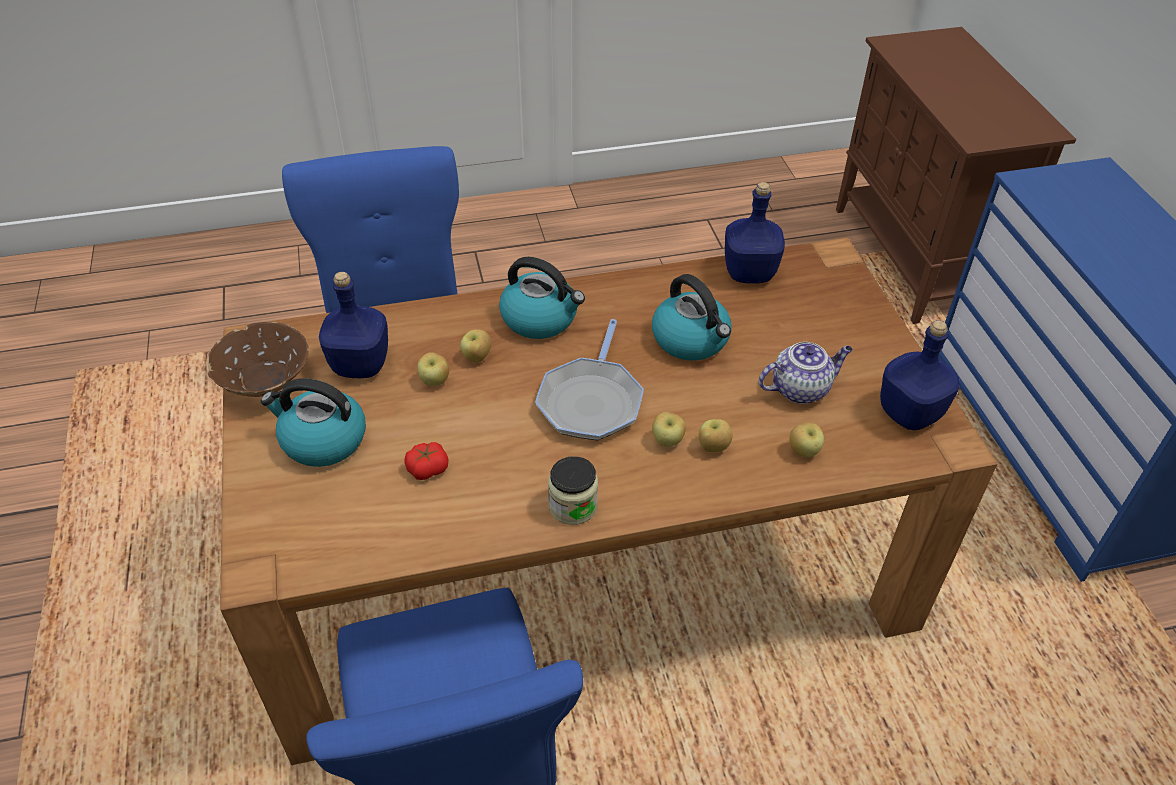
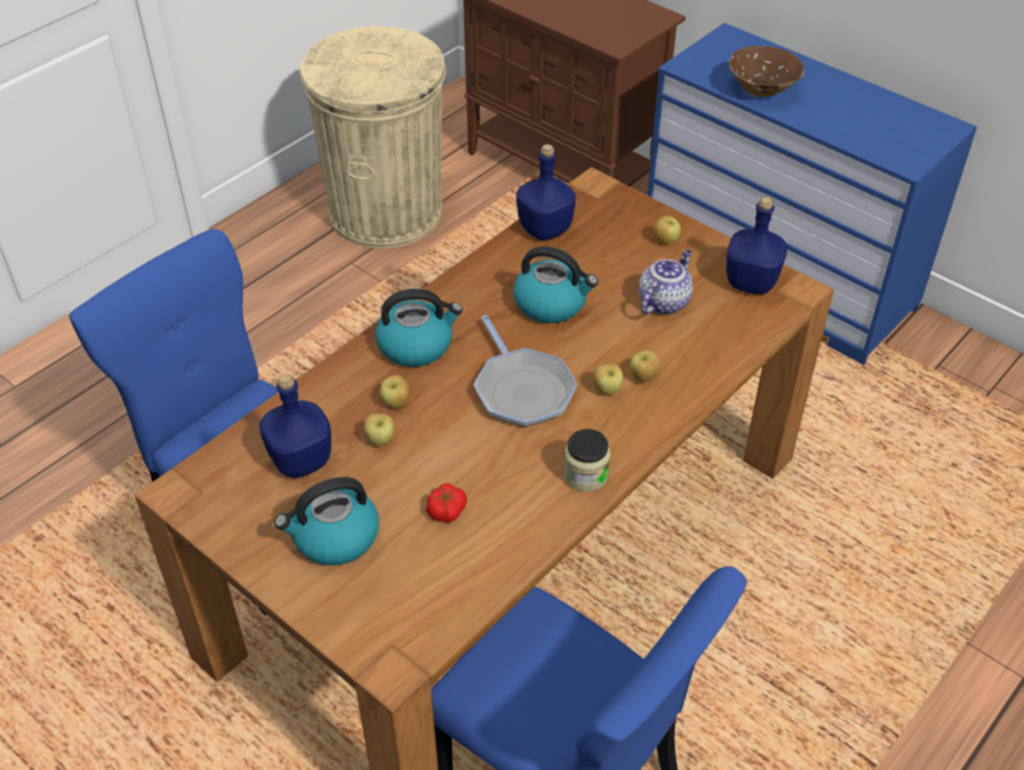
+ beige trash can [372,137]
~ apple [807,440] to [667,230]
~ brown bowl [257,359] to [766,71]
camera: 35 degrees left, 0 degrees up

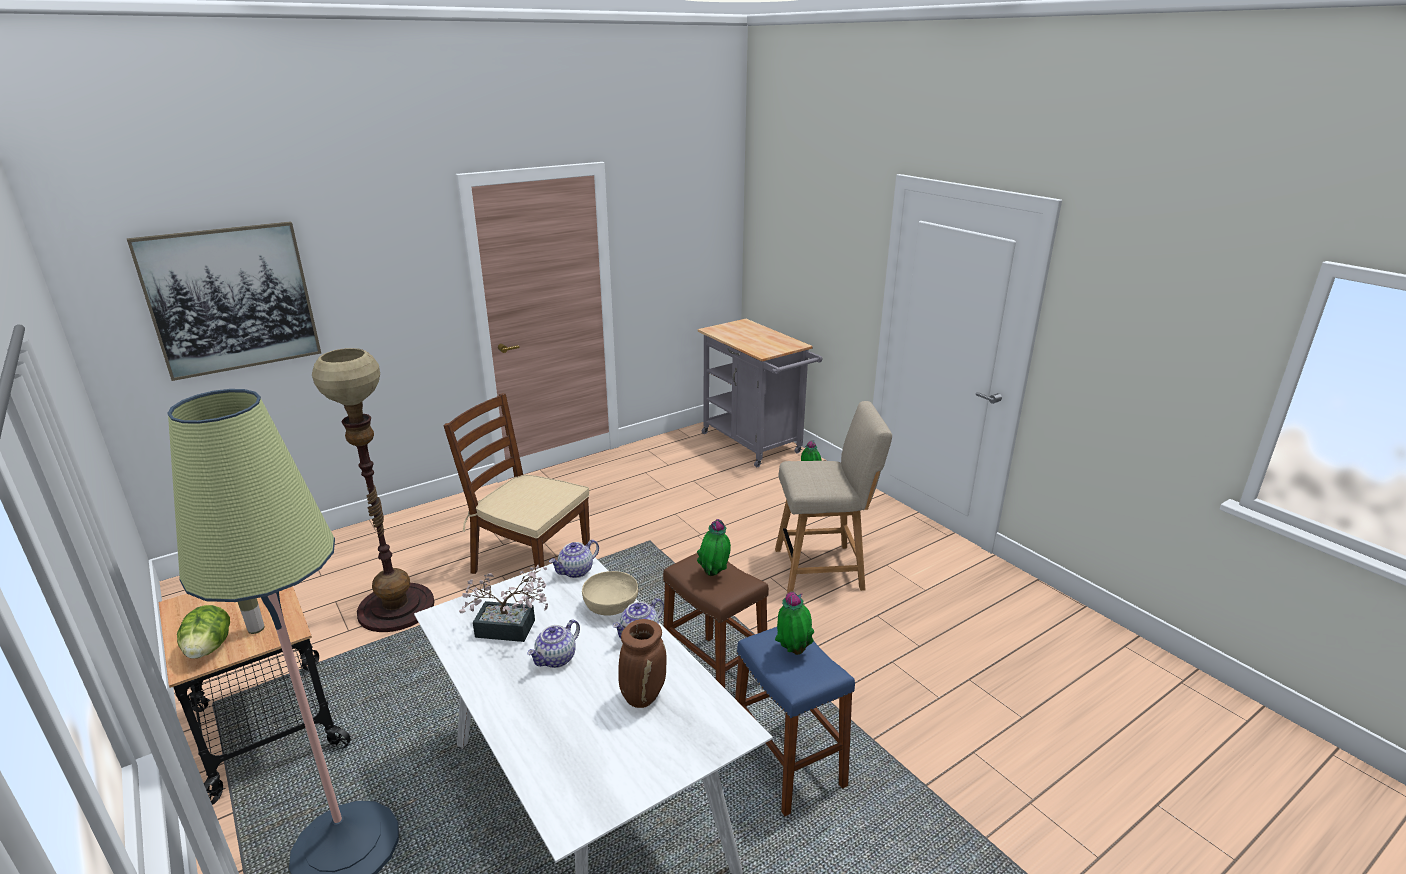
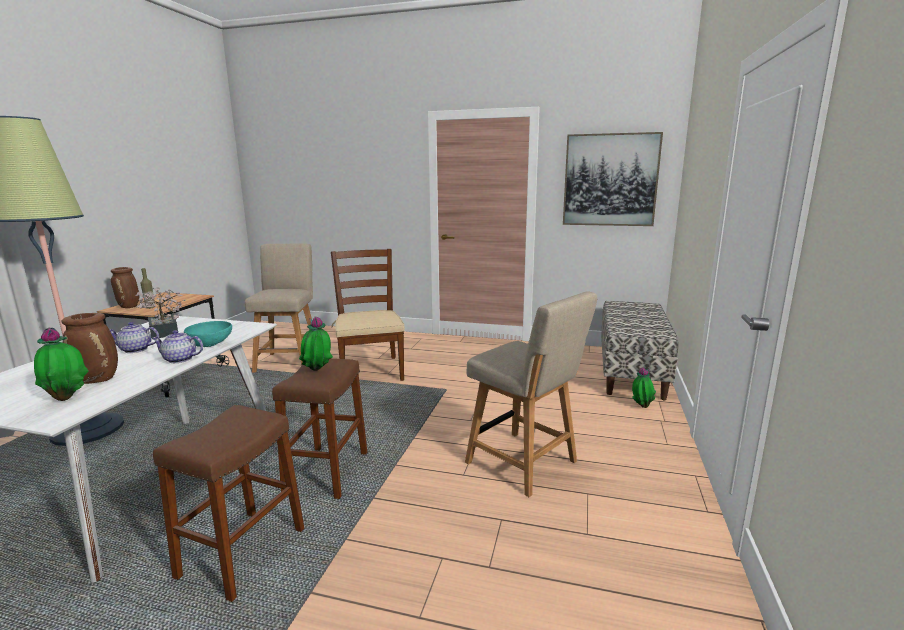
~ potted plant [794,623] to [61,364]
~ lettuce [203,632] to brown vase [125,287]
~ blue stool [795,721] to brown stool [229,503]
~ beige bowl [610,593] to turquoise bowl [208,334]
~ floor lamp [373,490] to beige chair [279,307]
~ picture [224,301] to [613,179]
~ grey cart [760,393] to bench [640,350]
- teapot [574,559]
camera: 50 degrees right, 10 degrees down

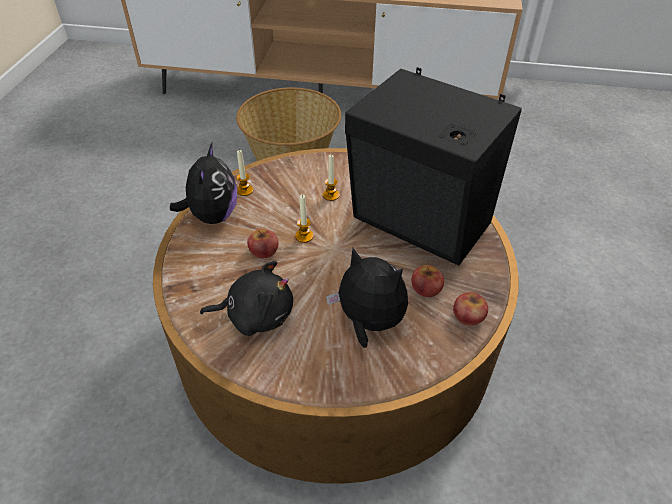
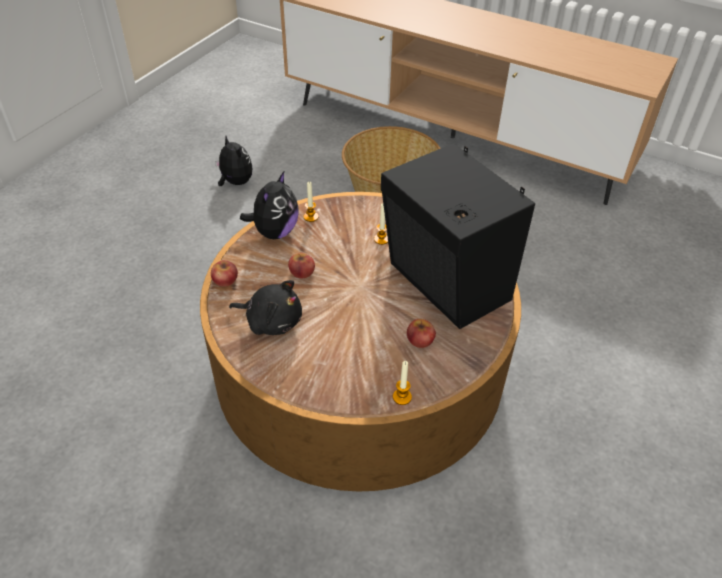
~ apple [470,309] to [224,273]
~ plush toy [367,298] to [233,161]
~ candle [304,218] to [402,383]
camera: 20 degrees right, 0 degrees up

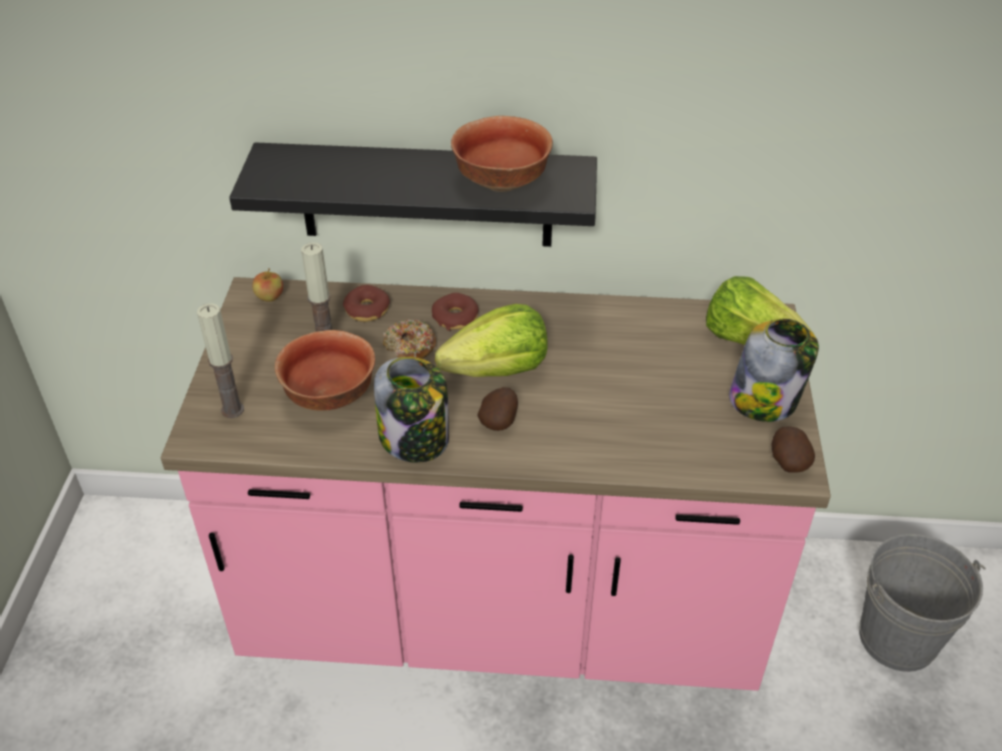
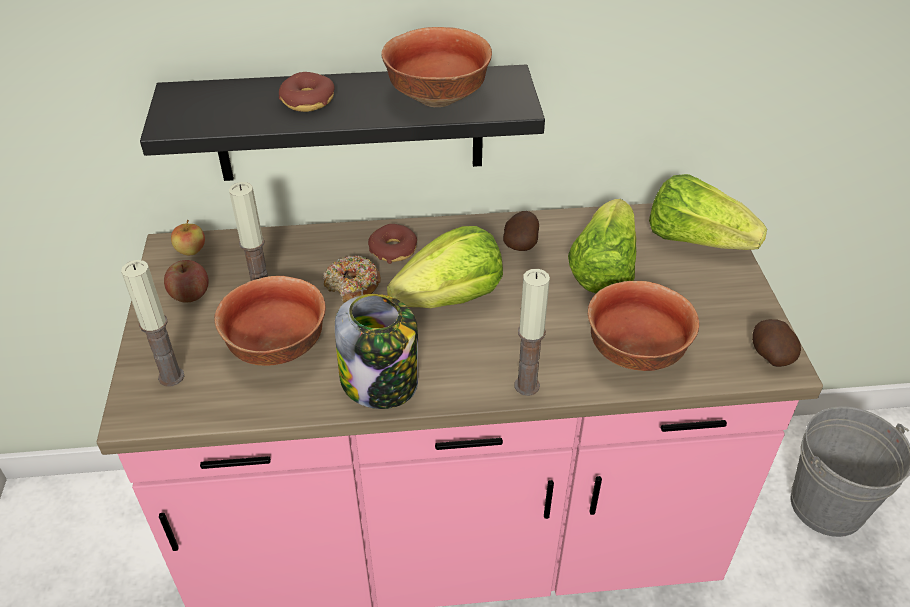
+ apple [186,281]
~ donut [366,303] to [306,92]
~ potato [498,409] to [521,231]
+ candle [532,332]
+ lettuce [602,246]
+ bowl [643,326]
- jar [774,370]
camera: 10 degrees left, 0 degrees up

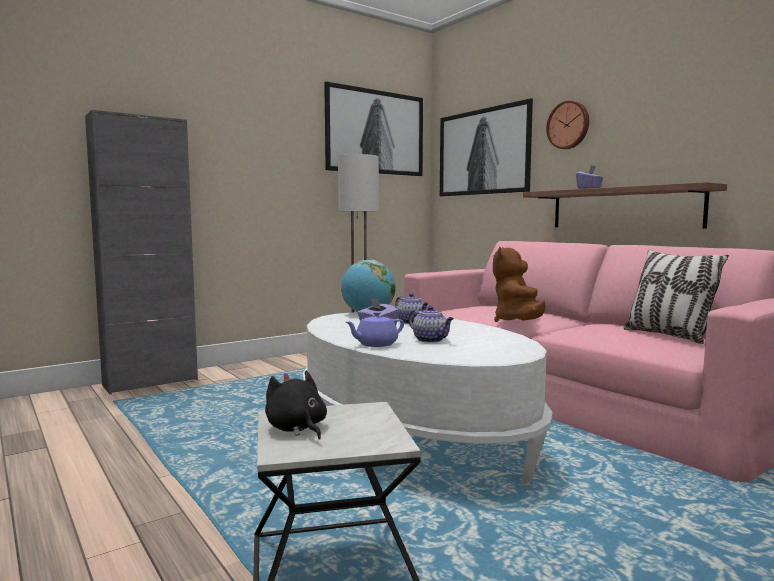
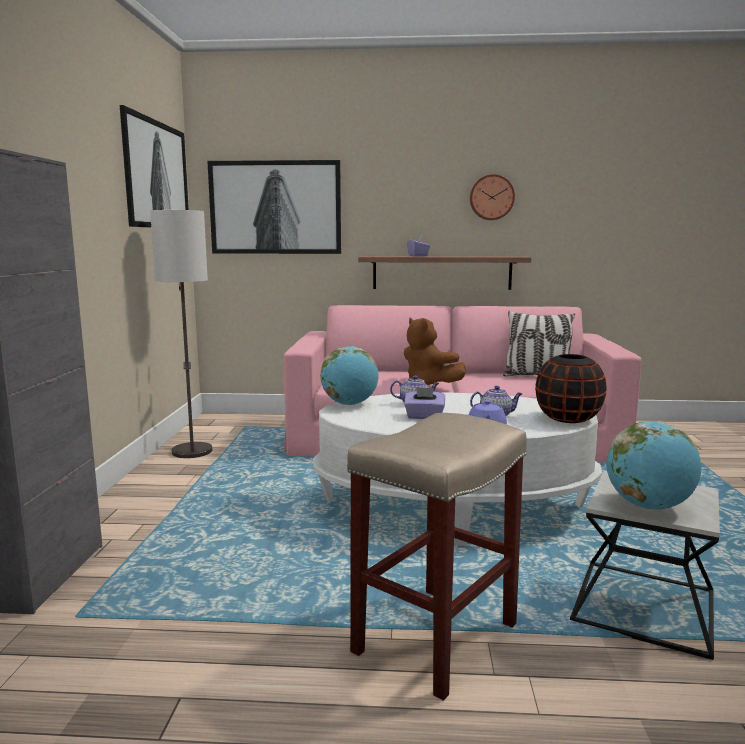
+ beige stool [437,557]
~ wall clock [567,125] to [492,197]
+ black vase [571,388]
~ black plush toy [296,405] to globe [654,465]
camera: 50 degrees left, 5 degrees up

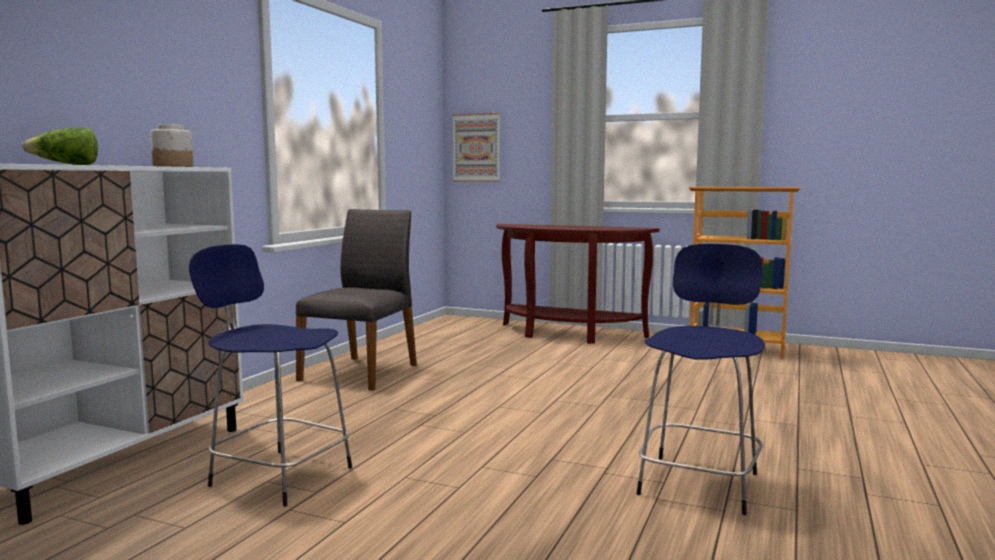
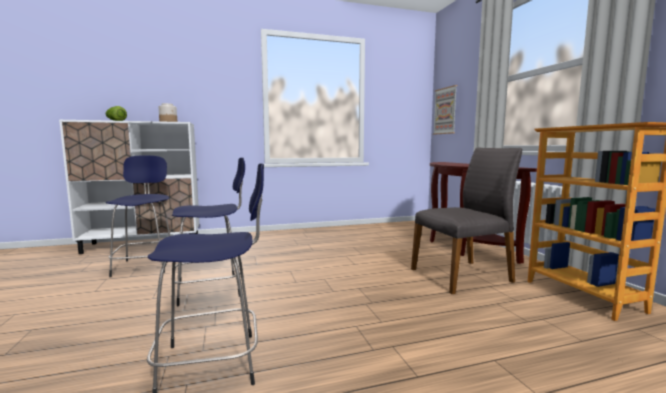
+ blue stool [208,232]
~ grey chair [356,300] to [466,221]
camera: 50 degrees right, 0 degrees up

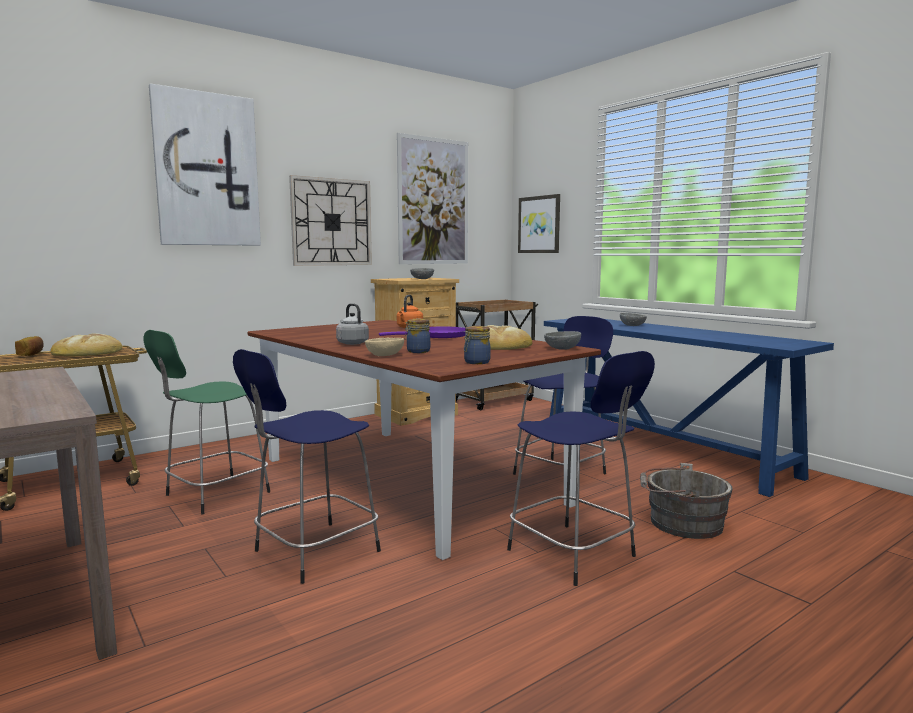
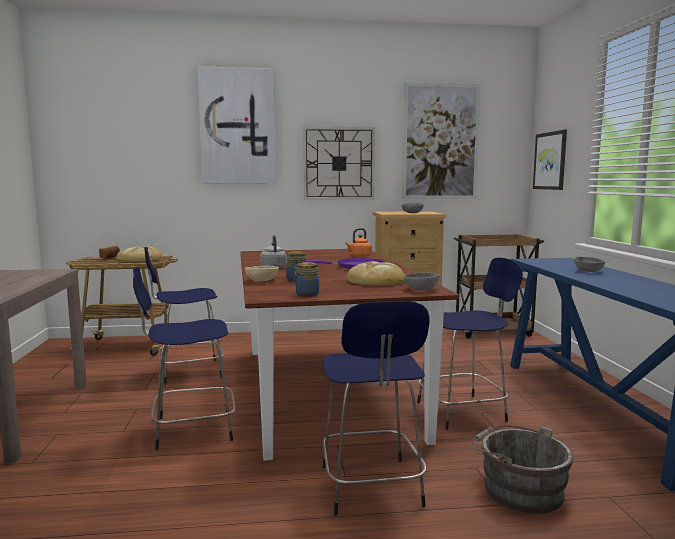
~ green stool [207,422] to blue stool [184,316]
camera: 30 degrees right, 0 degrees up

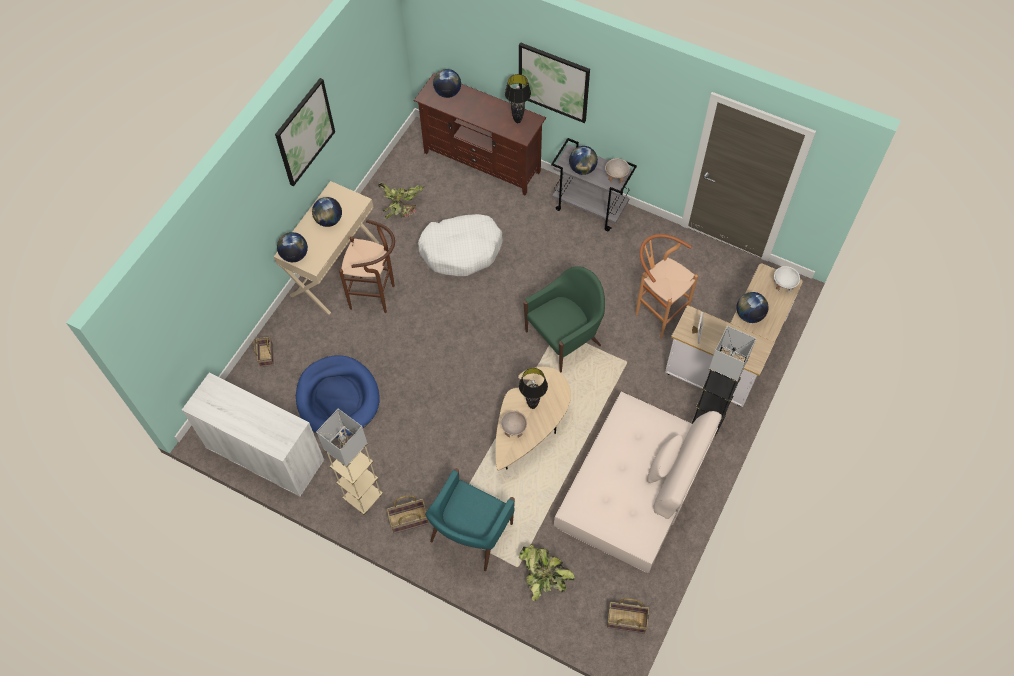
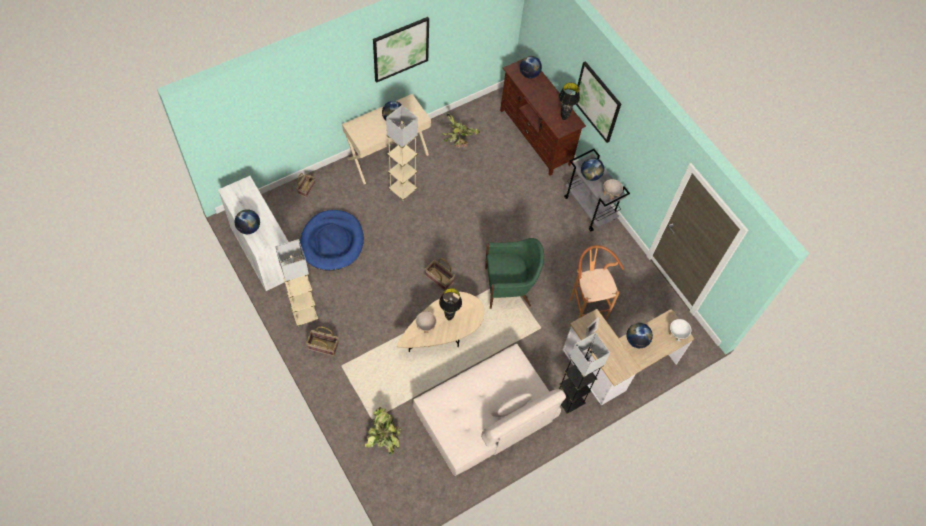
~ globe [292,247] to [247,221]
~ brown stool [367,266] to beige floor lamp [402,152]
~ basket [628,616] to [440,274]
- white dog bed [460,245]
- turquoise armchair [470,519]
camera: 25 degrees right, 0 degrees up

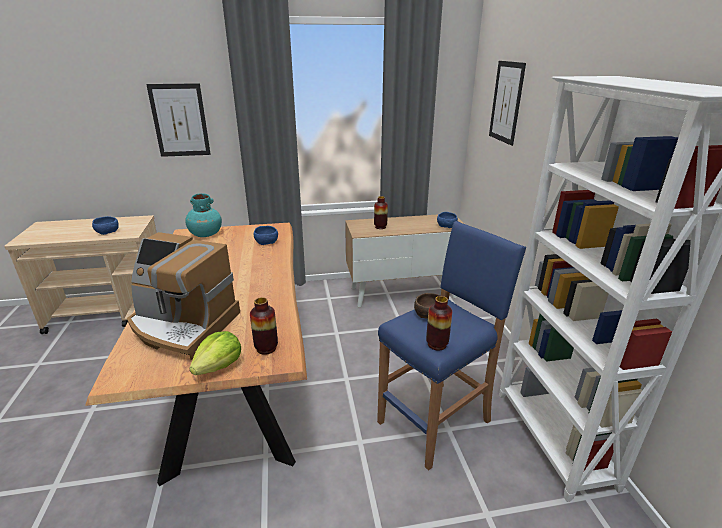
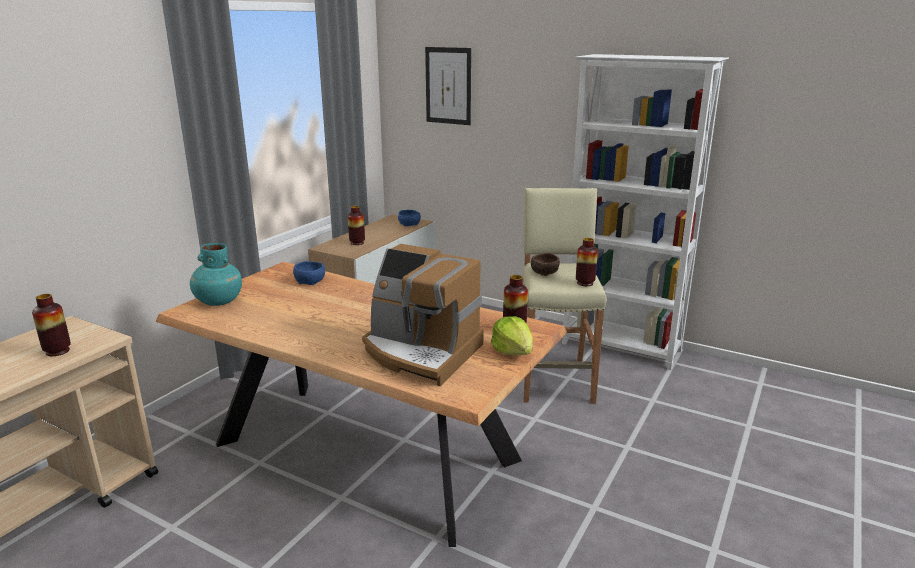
~ blue bowl [105,225] to vase [51,325]
~ coffee machine [183,296] = [423,315] 60 degrees clockwise
~ blue stool [451,346] to beige stool [565,296]
- picture [178,120]
camera: 50 degrees left, 5 degrees down

